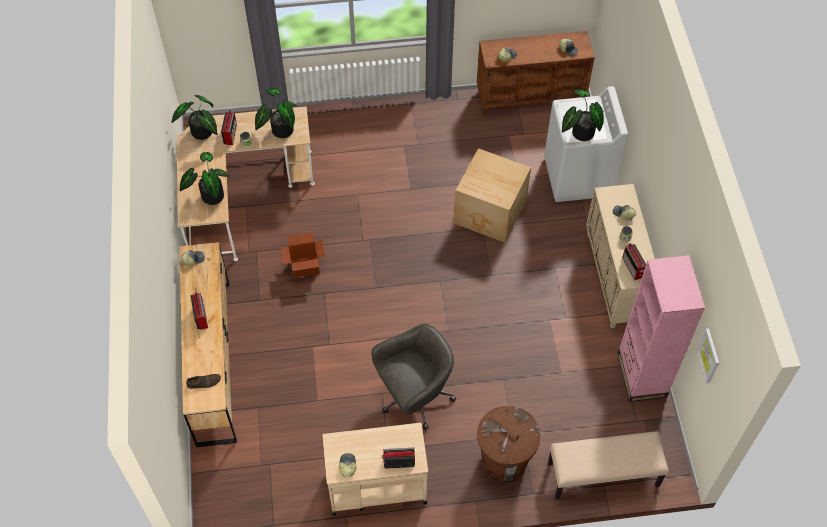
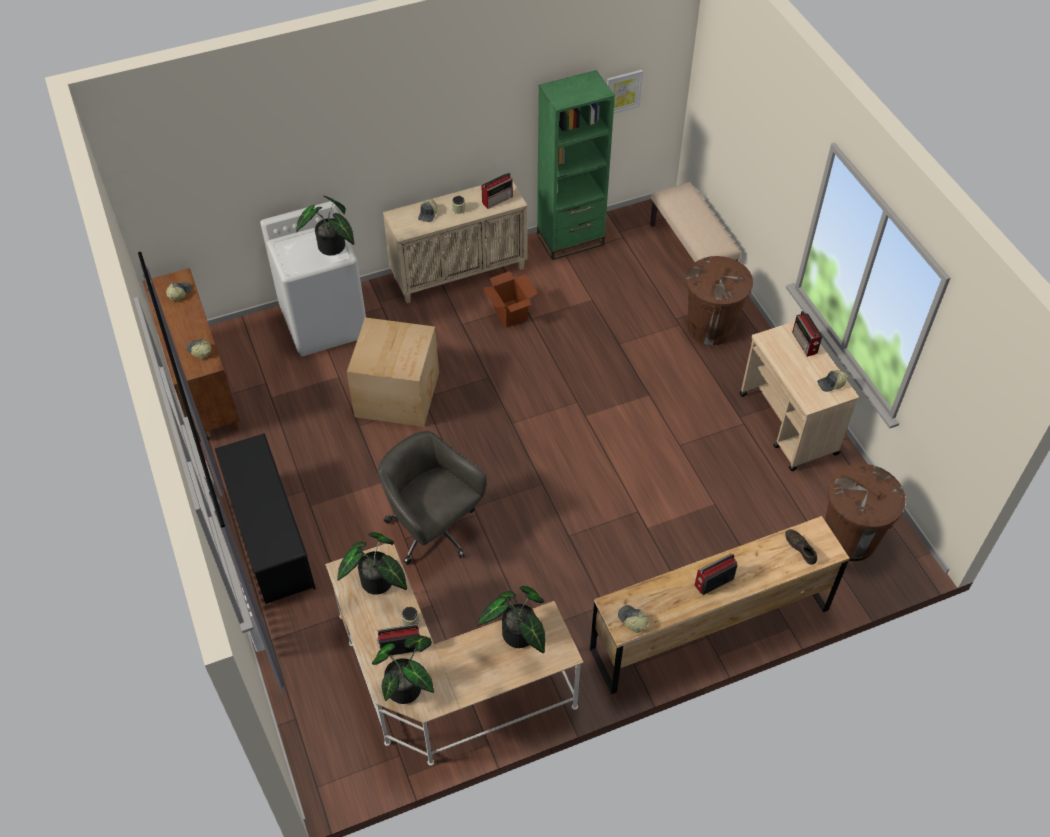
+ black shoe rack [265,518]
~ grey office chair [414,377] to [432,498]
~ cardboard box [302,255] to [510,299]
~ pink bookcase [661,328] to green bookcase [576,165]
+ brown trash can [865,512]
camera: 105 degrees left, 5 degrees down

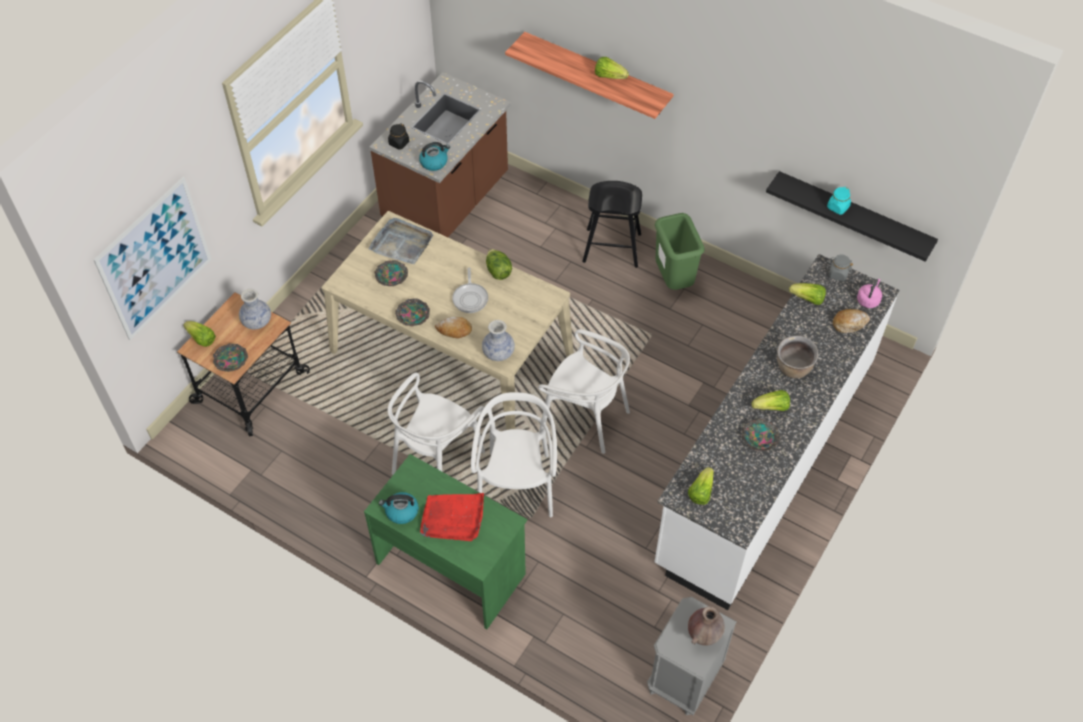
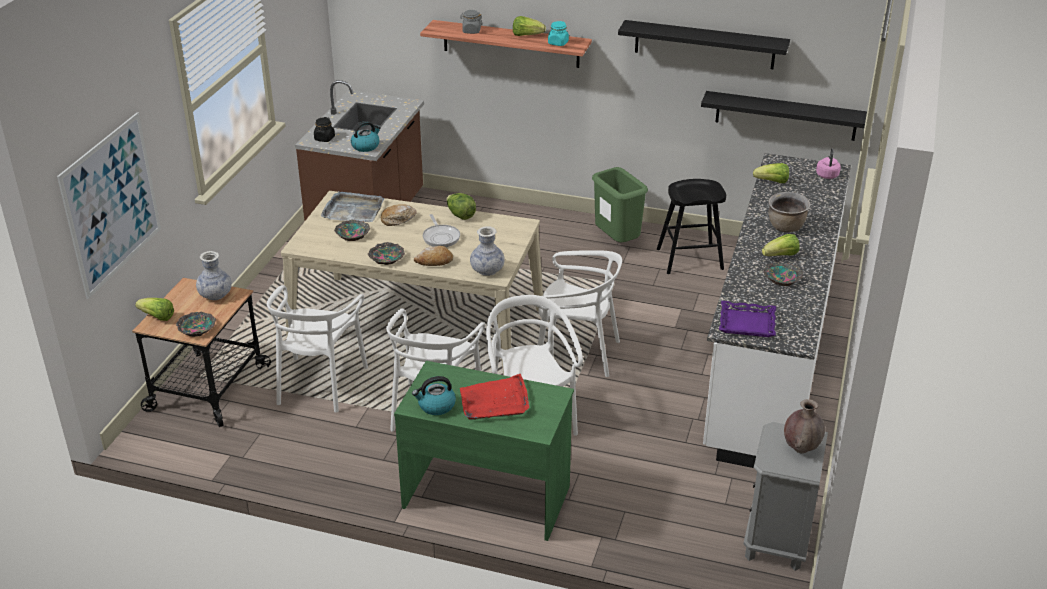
+ white chair [317,349]
~ bread [851,321] to [399,215]
~ grey jar [840,268] to [471,22]
~ turquoise jar [839,201] to [558,33]
+ black shelf [704,44]
~ black stool [612,224] to [691,226]
~ lettuce [701,486] to purple tray [747,319]
camera: 15 degrees left, 20 degrees down

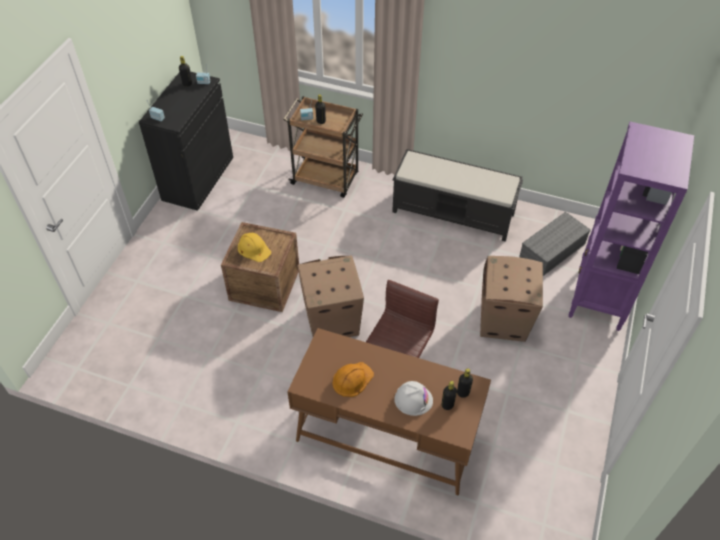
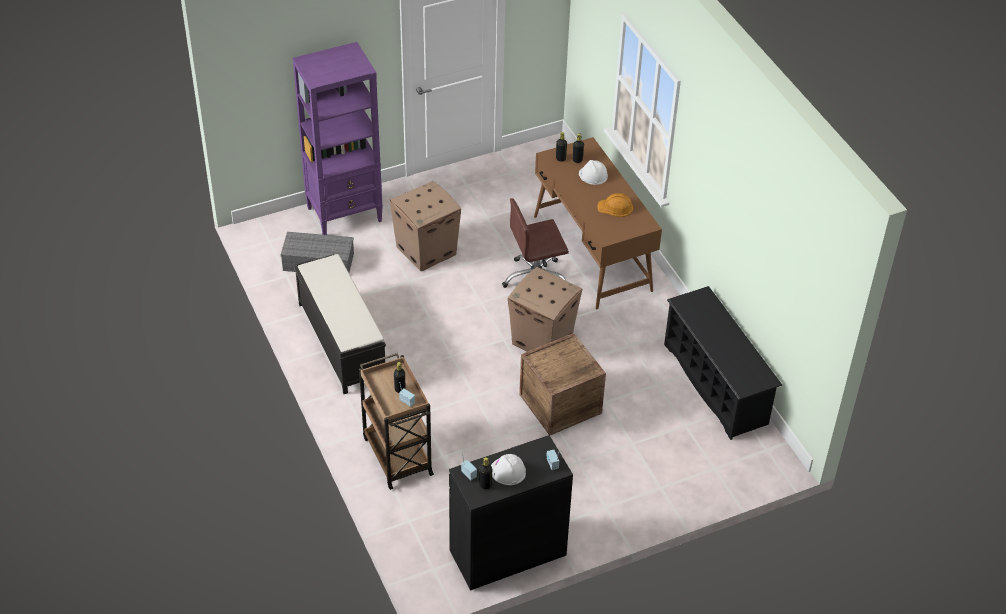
+ white hard hat [508,469]
+ black shoe rack [723,363]
- yellow hard hat [254,247]
camera: 135 degrees left, 5 degrees down

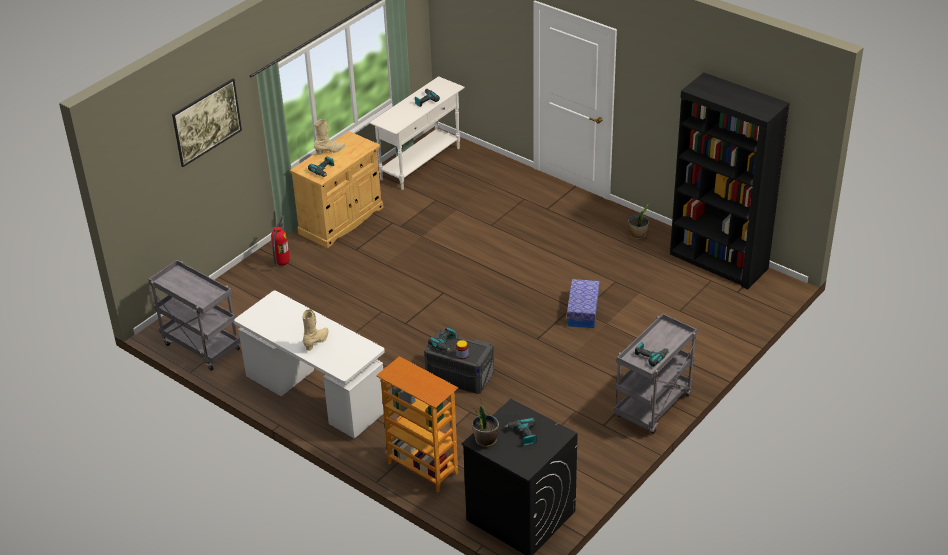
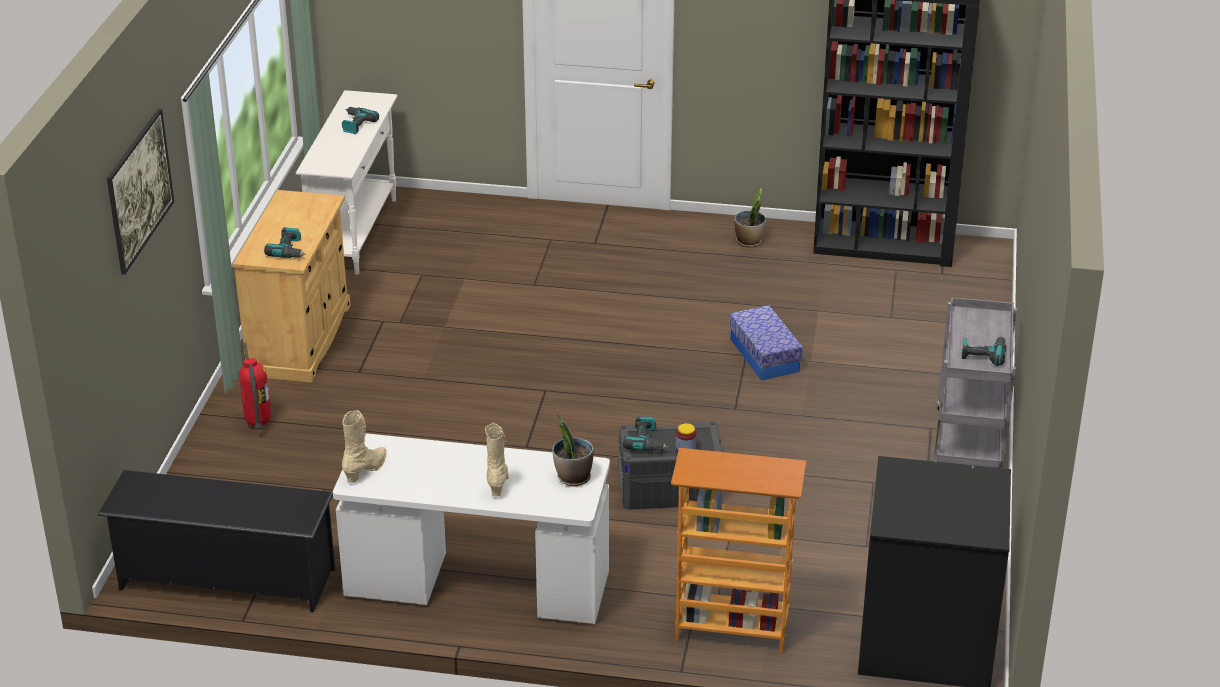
~ grey cart [194,315] to black shoe rack [216,541]
~ beige boot [330,137] to [364,446]
~ potted plant [485,423] to [573,450]
- power drill [520,431]
camera: 30 degrees left, 5 degrees down

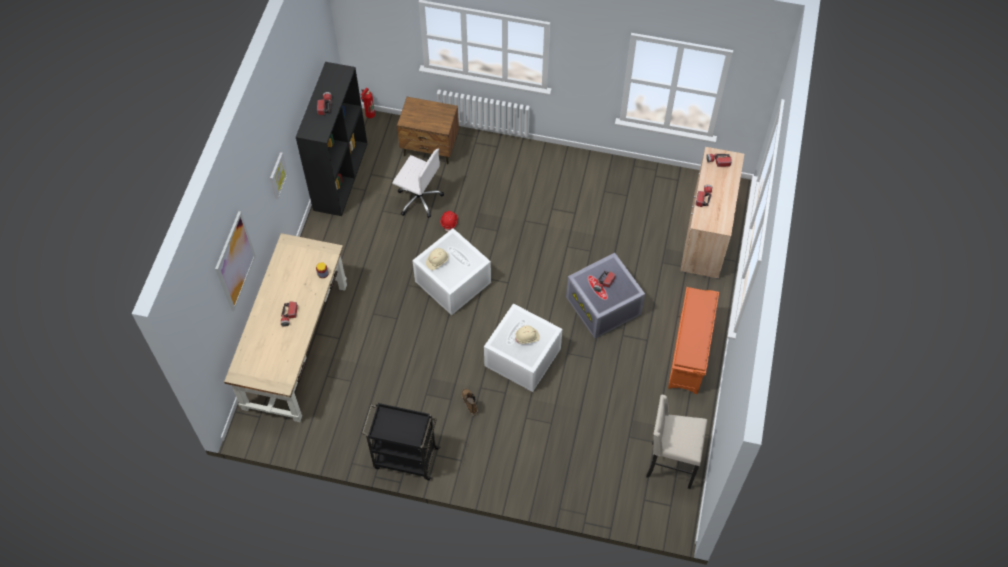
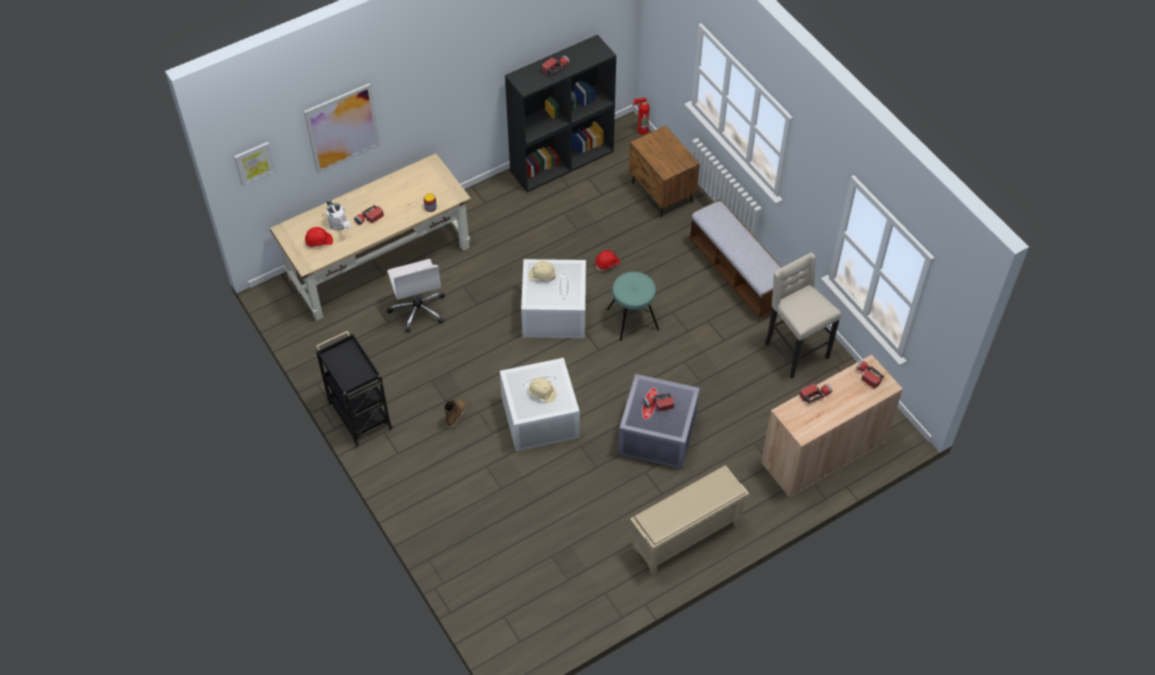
~ picture [279,175] to [255,164]
+ red hard hat [319,237]
+ white watering can [338,215]
~ white office chair [418,183] to [416,296]
+ turquoise stool [632,306]
~ orange shoe rack [693,340] to beige shoe rack [689,520]
+ bench [735,259]
~ beige stool [676,442] to [803,316]
camera: 45 degrees right, 5 degrees down

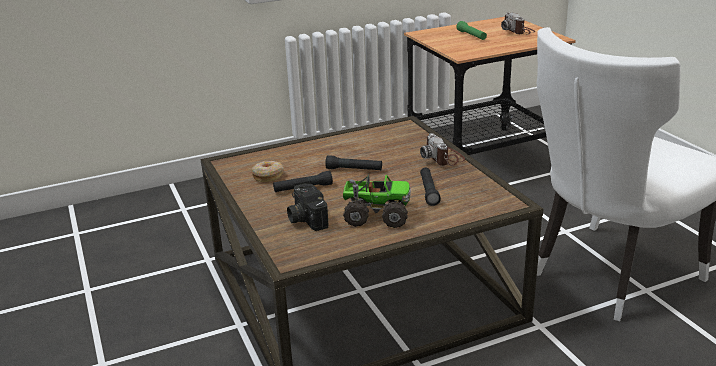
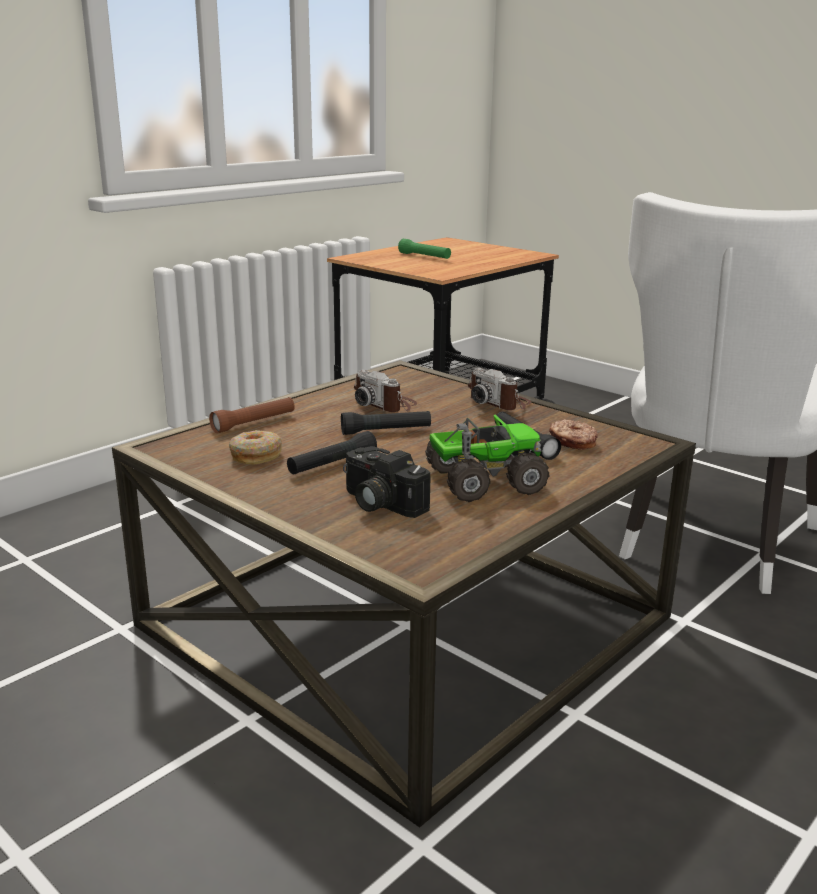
+ brown flashlight [252,415]
~ photo camera [518,23] to [385,391]
+ donut [573,434]
camera: 25 degrees left, 5 degrees down

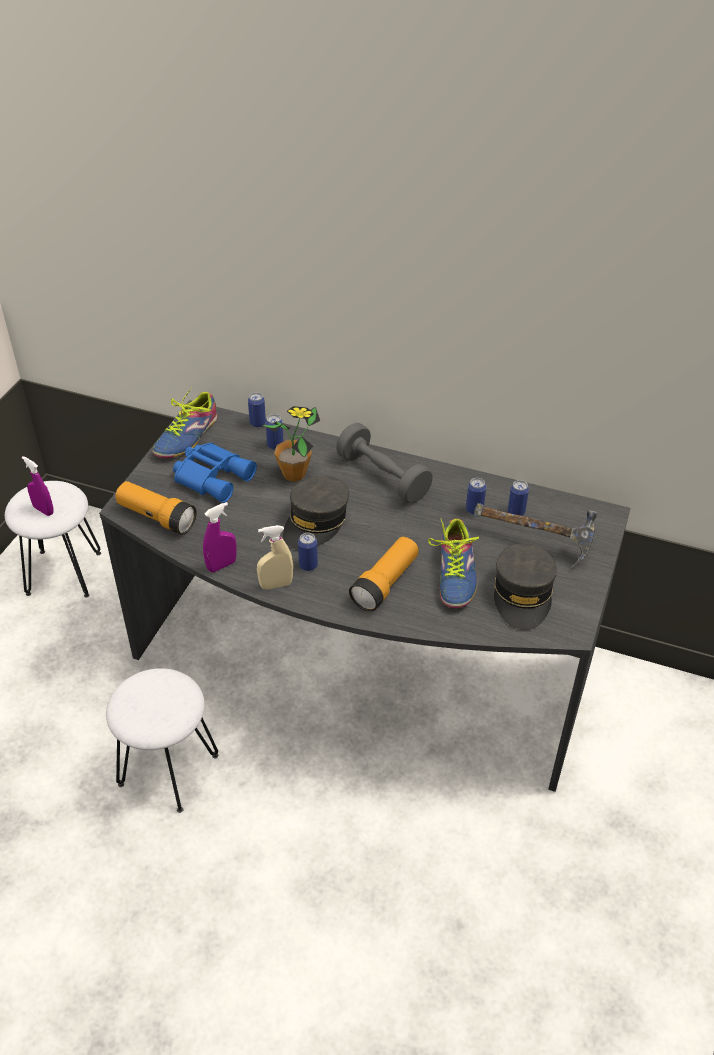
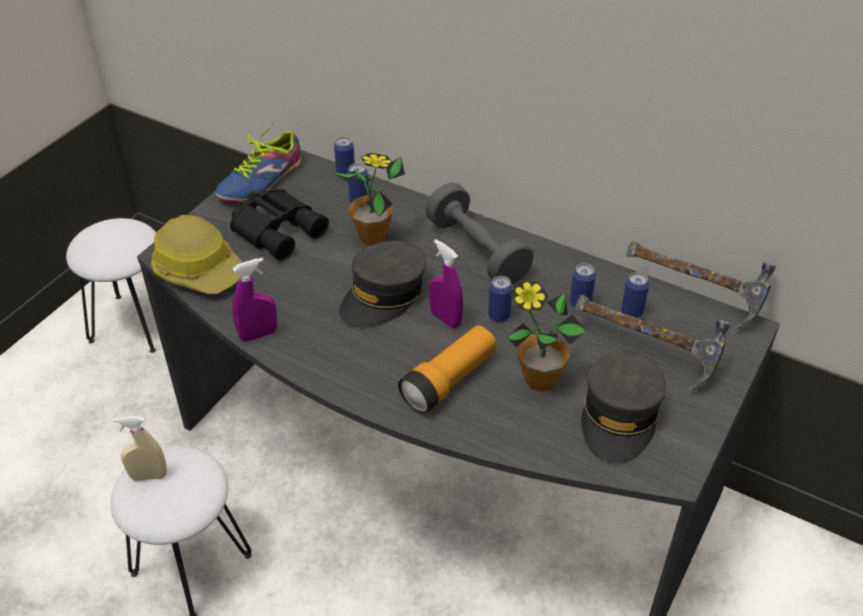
~ beige spray bottle [275,557] to [140,448]
~ flashlight [156,508] to hard hat [197,254]
~ blue binoculars [215,473] to black binoculars [279,225]
~ purple spray bottle [38,486] to [446,283]
~ can [308,552] to [500,299]
~ shoe [453,563] to potted plant [546,336]
+ hammer [701,284]
camera: 10 degrees right, 0 degrees up

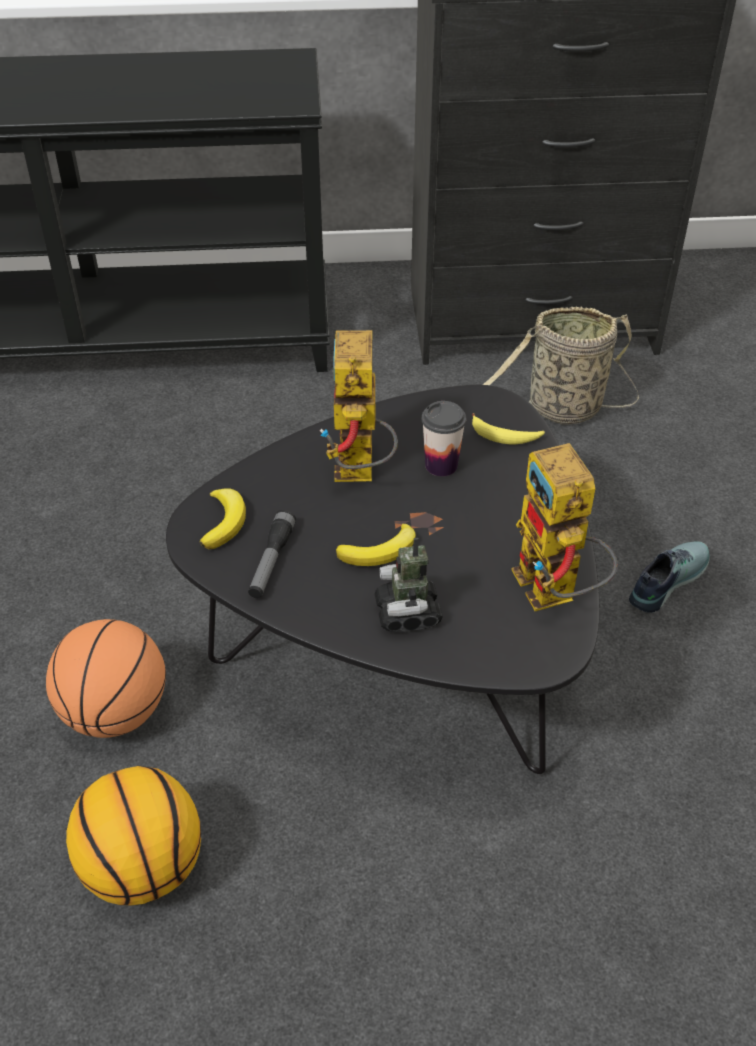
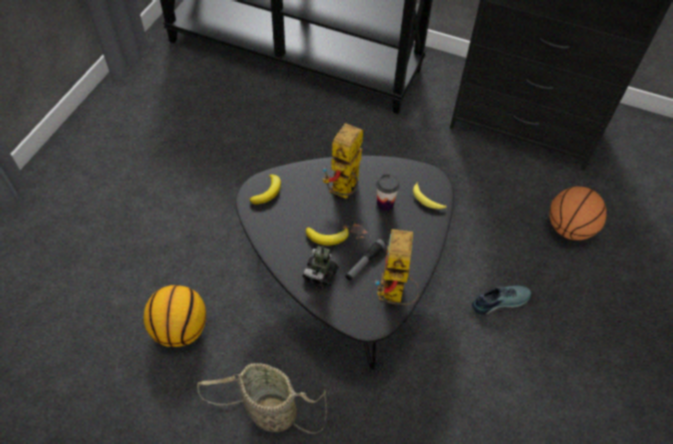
~ basket [561,365] to [262,398]
~ flashlight [272,554] to [366,259]
~ basketball [106,678] to [578,213]
camera: 25 degrees right, 10 degrees up

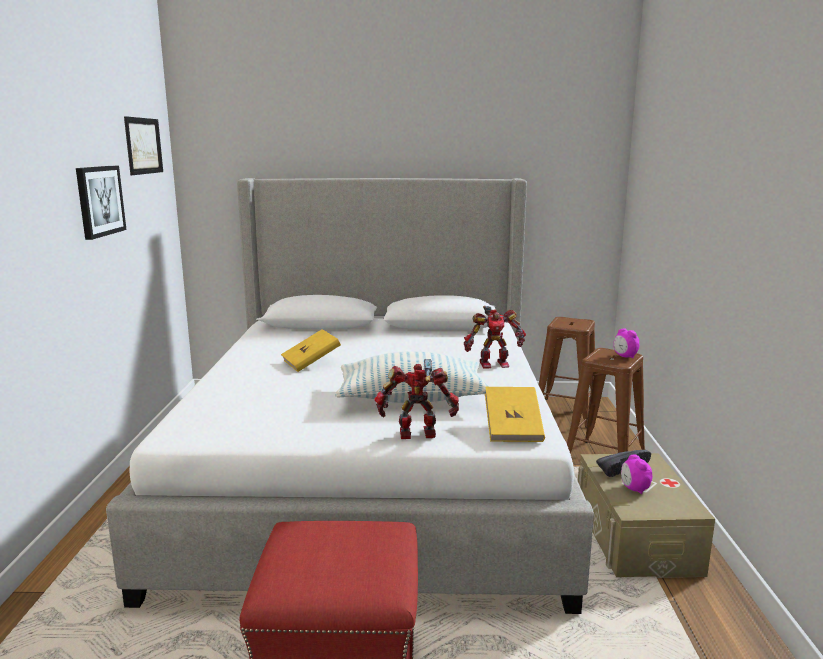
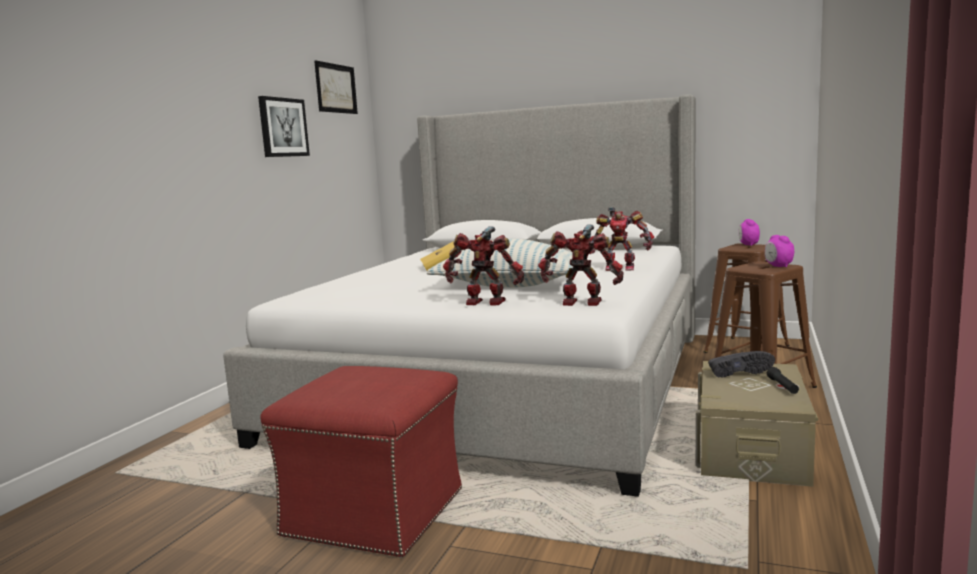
~ yellow book [515,414] to toy robot [581,265]
~ alarm clock [636,474] to [749,232]
+ black flashlight [783,380]
camera: 20 degrees right, 5 degrees down

